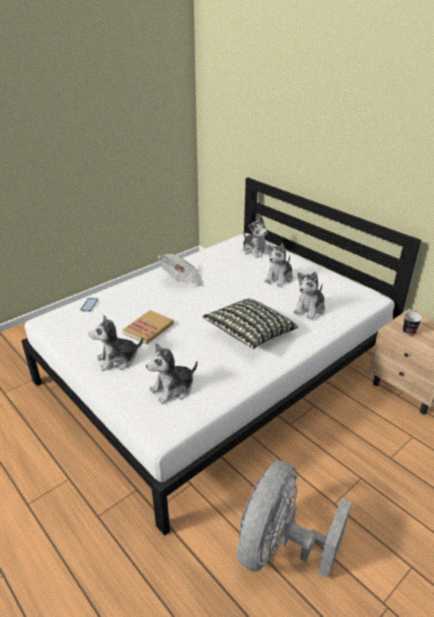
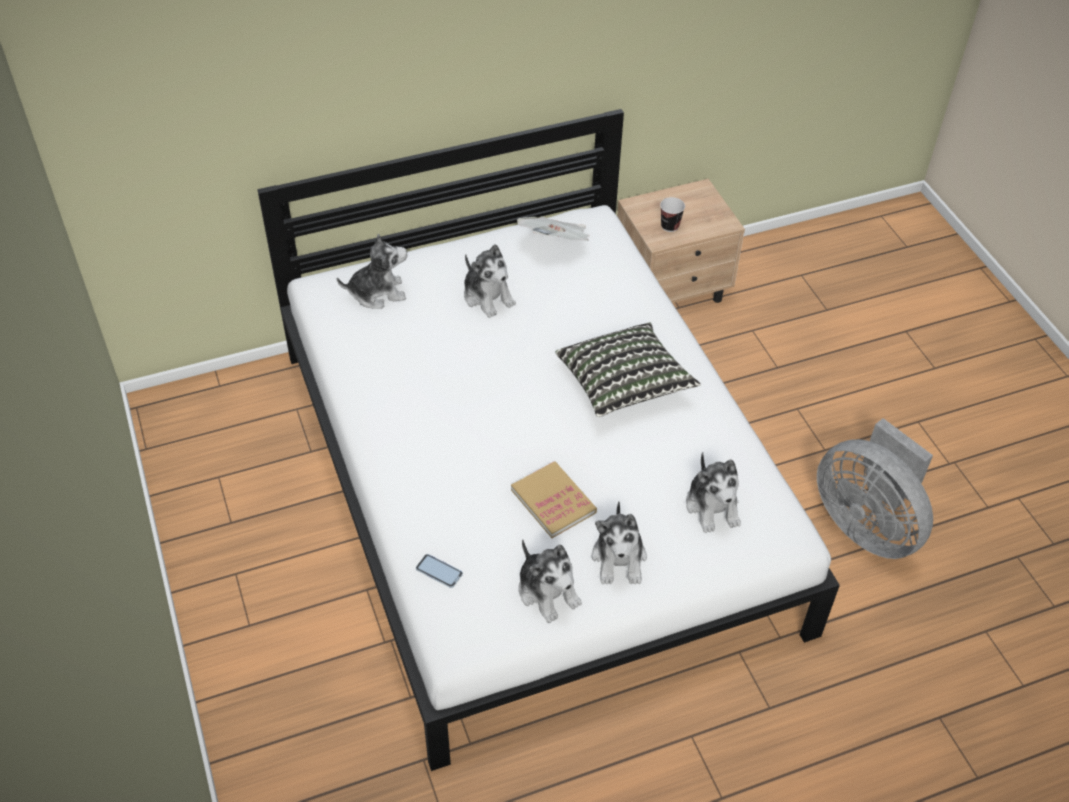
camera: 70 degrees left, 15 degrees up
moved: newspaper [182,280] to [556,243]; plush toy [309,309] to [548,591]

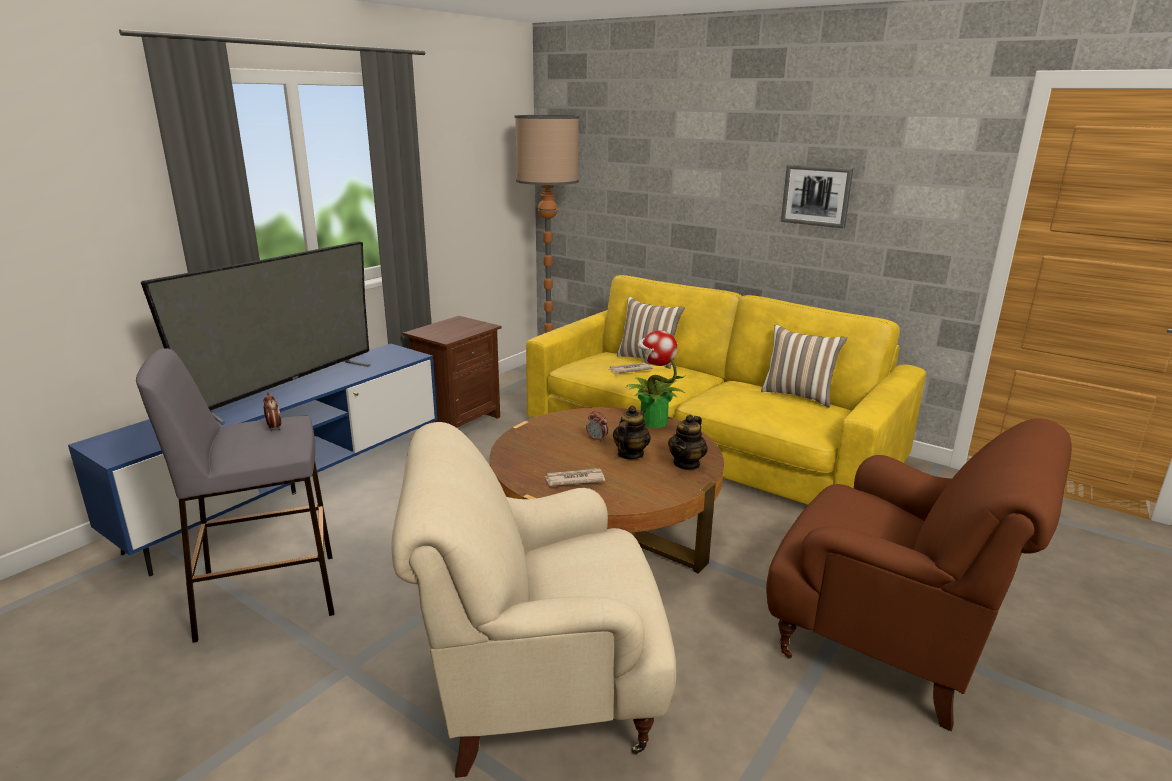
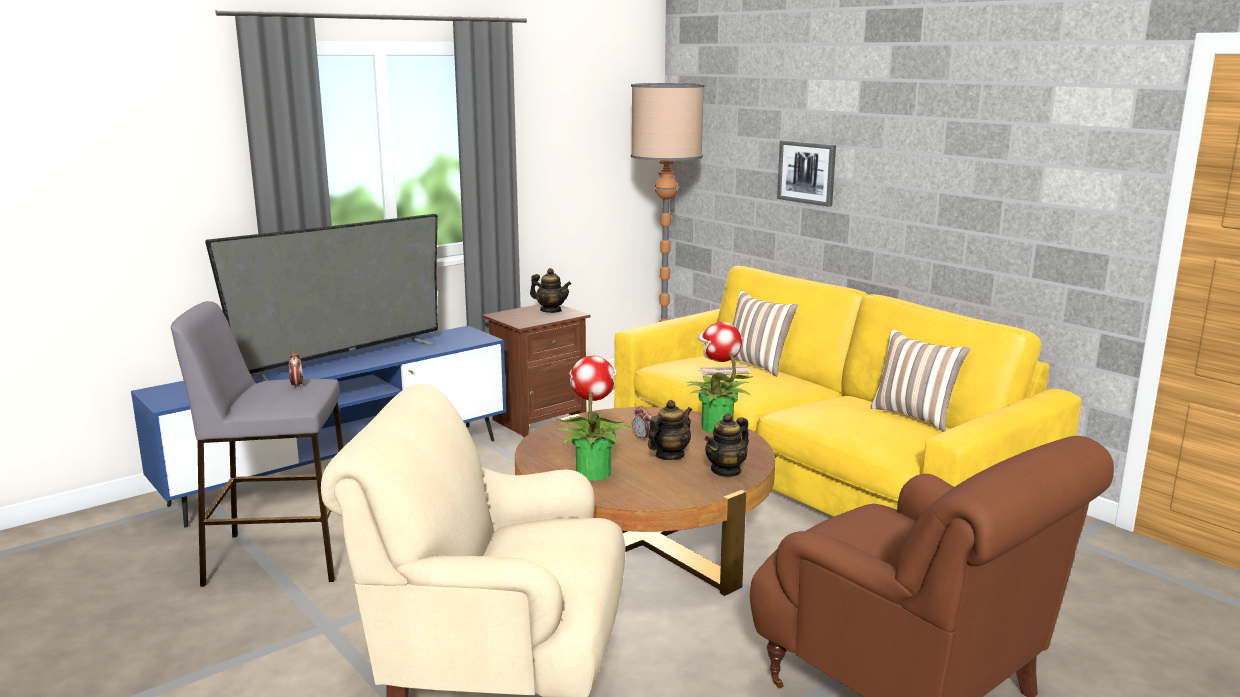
camera: 15 degrees right, 5 degrees down
added: teapot [551,311]
moved: picture [816,195] to [807,172]
replaced: newspaper [574,479] to potted plant [593,472]

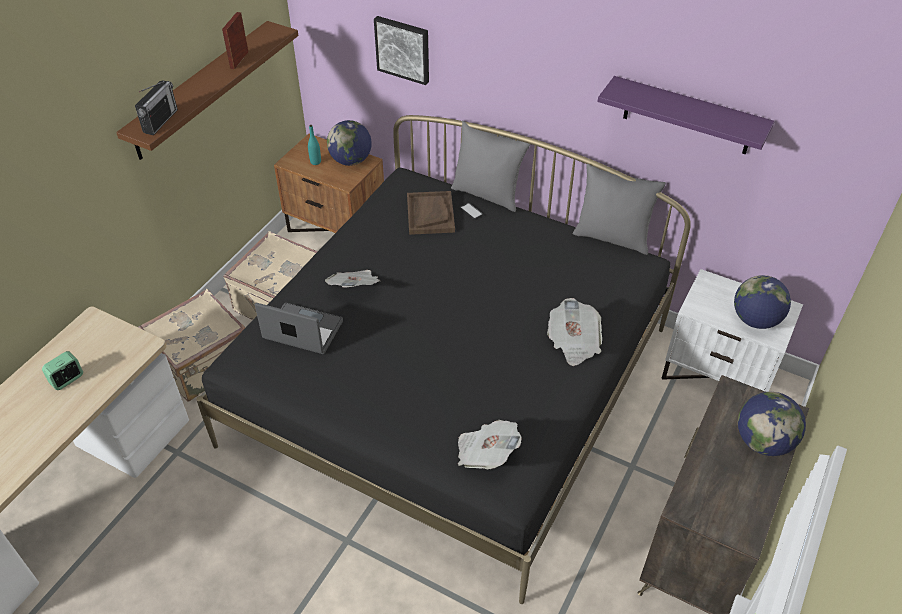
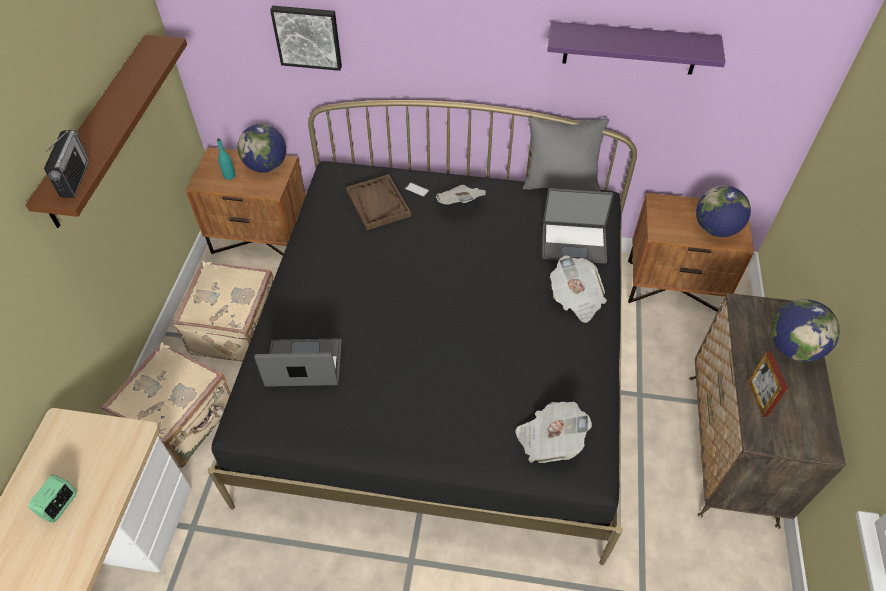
camera: 20 degrees left, 5 degrees up
removed: grey pillow [487,194]
added: laptop [574,242]
moved: picture frame [239,60] to [757,398]; newspaper [355,288] to [460,204]
recoloured: white nightstand [718,375] to brown nightstand [674,285]

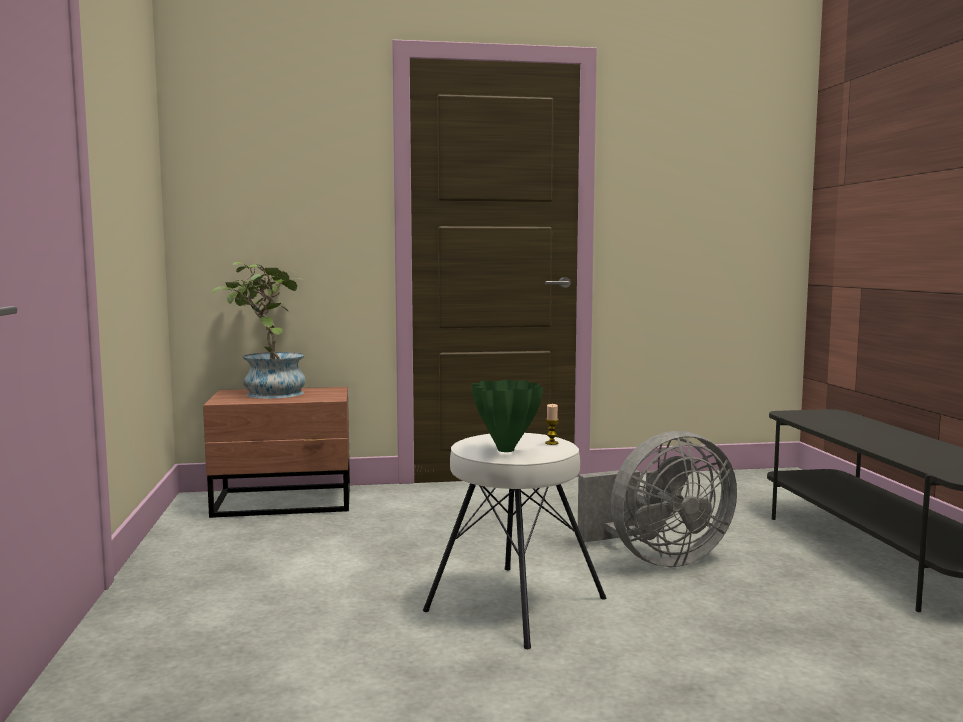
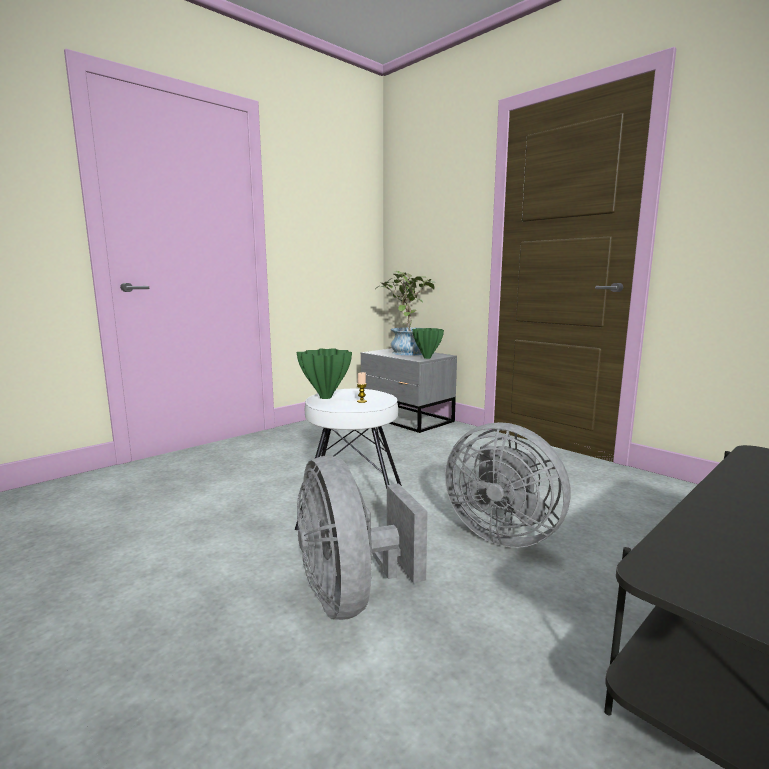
camera: 55 degrees right, 5 degrees up
added: grey fan [351,595]; green vase [427,358]
recoloured: brown nightstand [285,502] to grey nightstand [407,419]

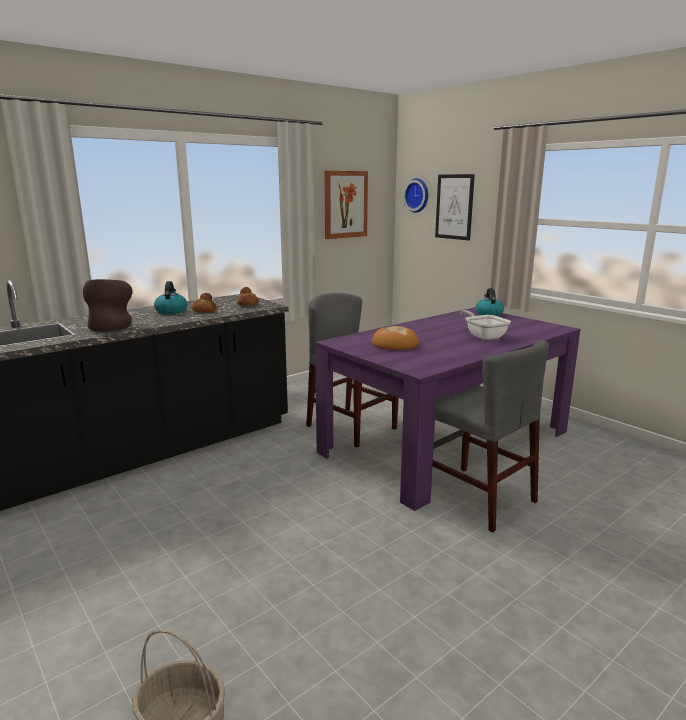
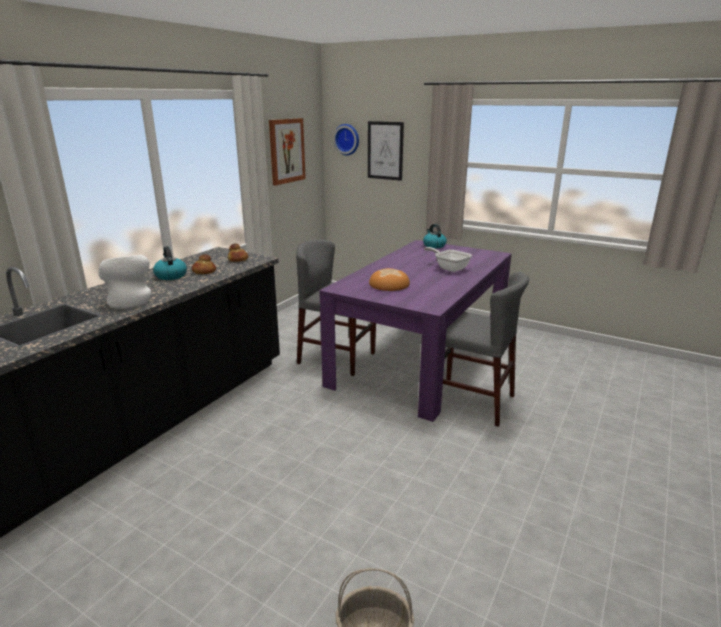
camera: 20 degrees left, 5 degrees up
recoloured: brown vase [111,326] to white vase [129,301]

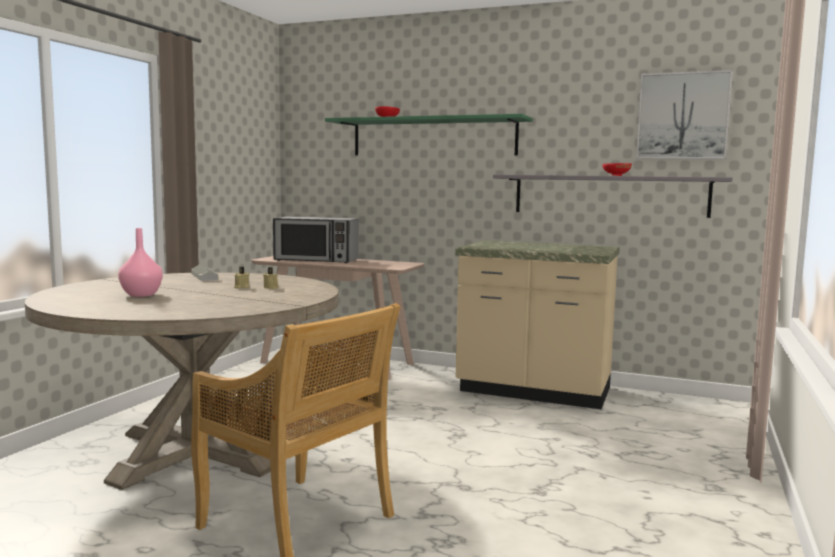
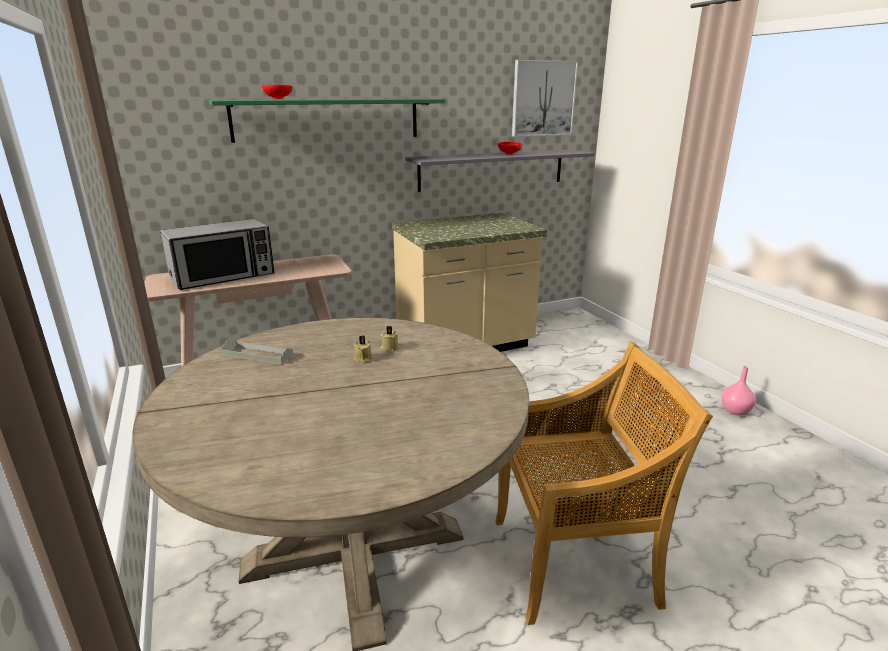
camera: 45 degrees left, 15 degrees up
moved: pink vase [140,295] to [736,411]

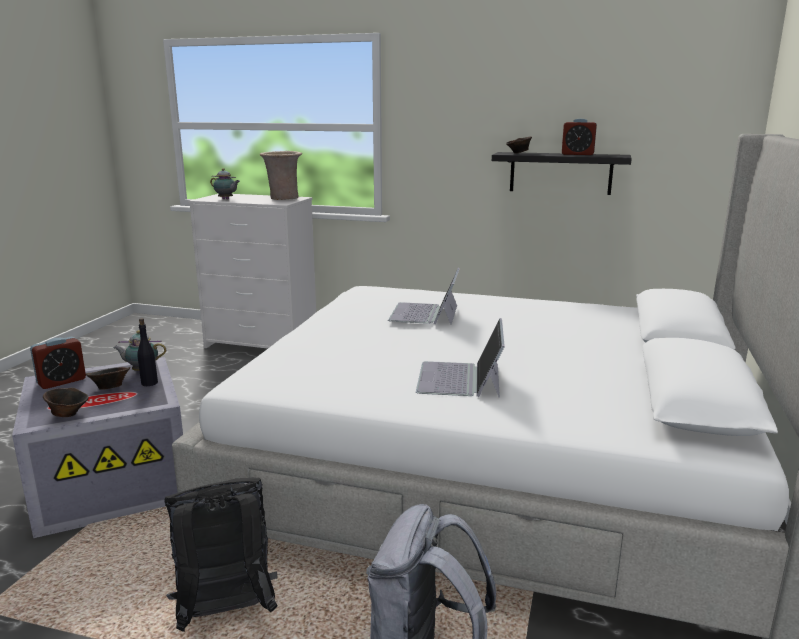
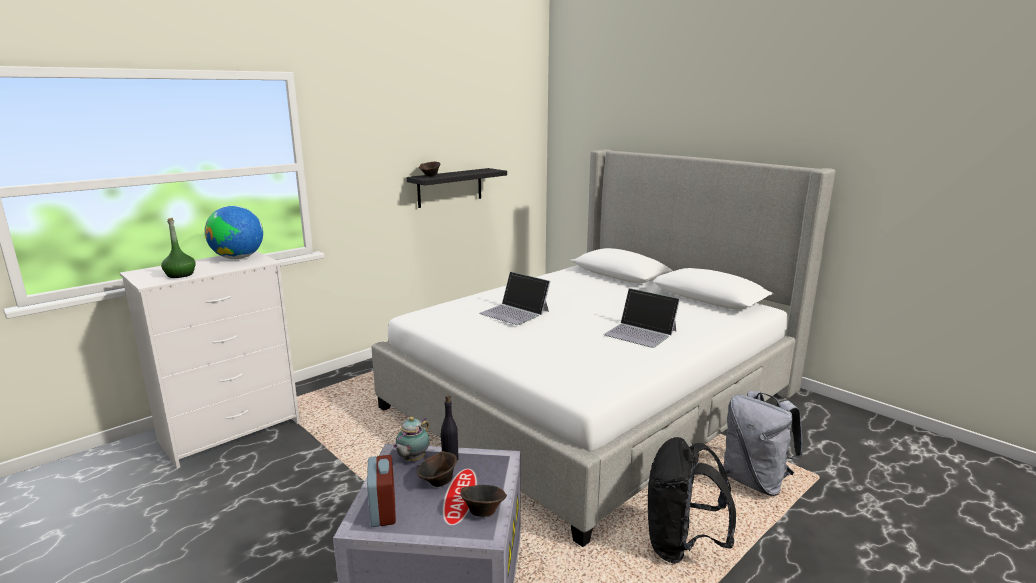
camera: 60 degrees left, 0 degrees up
removed: alarm clock [577,154]
replaced: teapot [226,199] to green bottle [180,275]; beige vase [283,198] to globe [238,258]

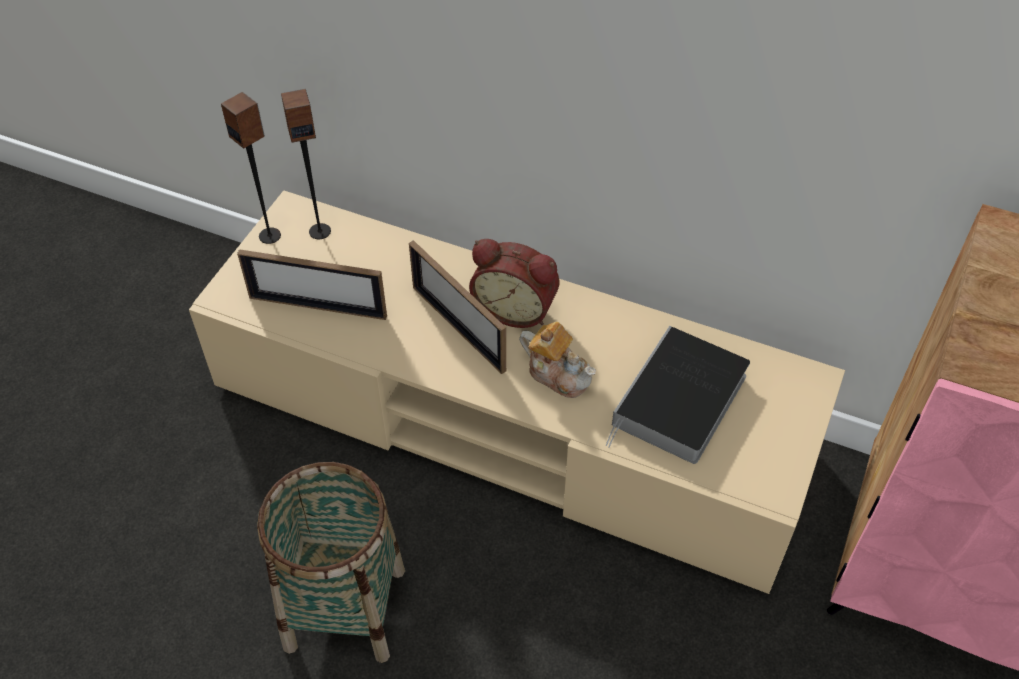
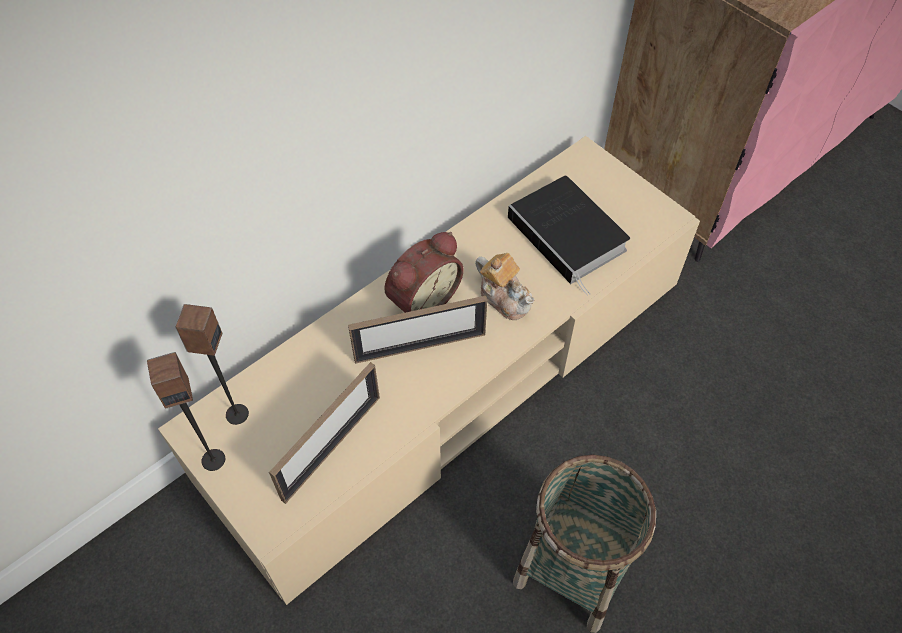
camera: 65 degrees left, 5 degrees up
turned: teapot [558,374] = [504,297] 75 degrees clockwise

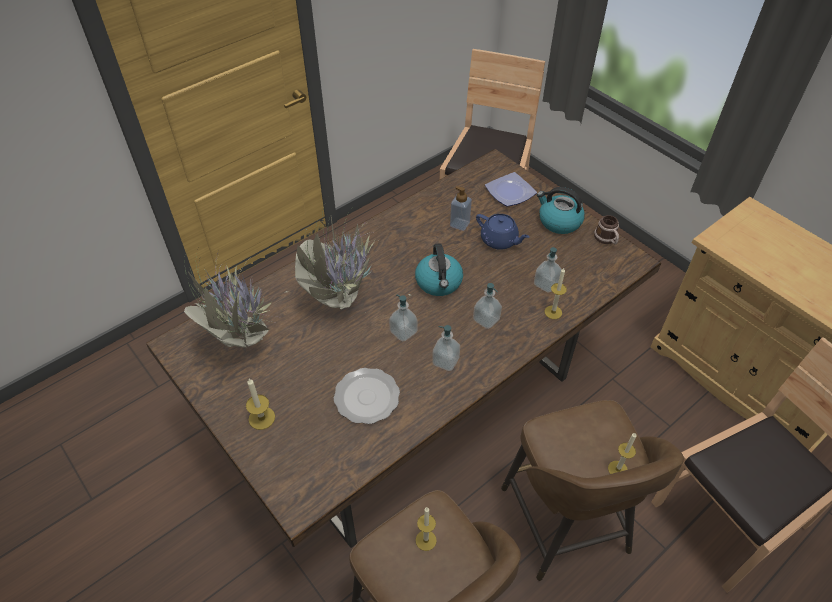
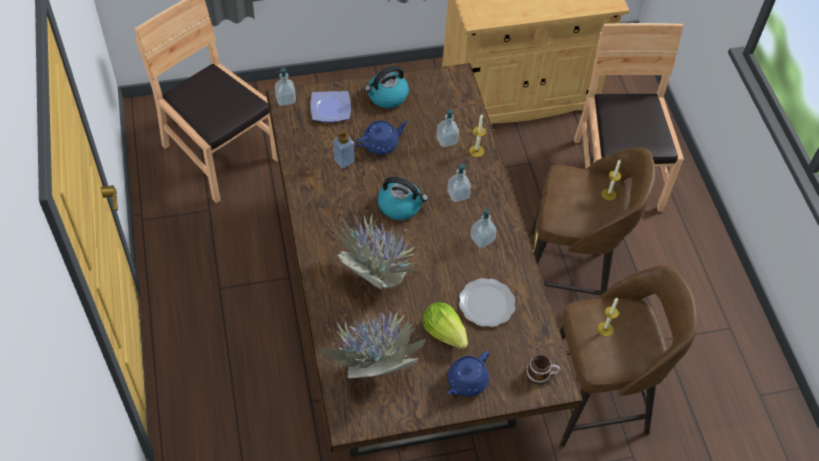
camera: 65 degrees left, 5 degrees up
added: lettuce [445,332]
moved: soap dispenser [403,332] to [285,99]; mug [607,239] to [542,374]
replaced: candle [261,418] to blue teapot [466,382]

